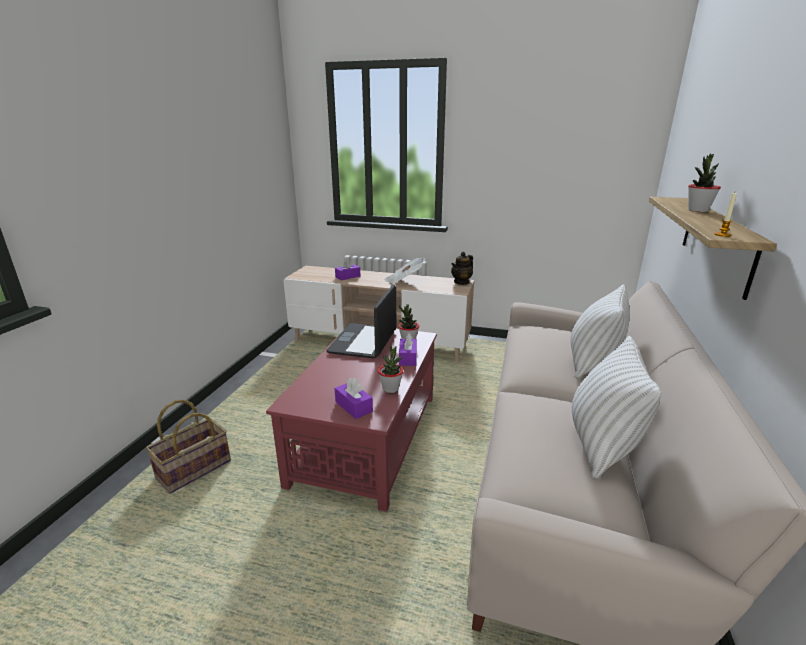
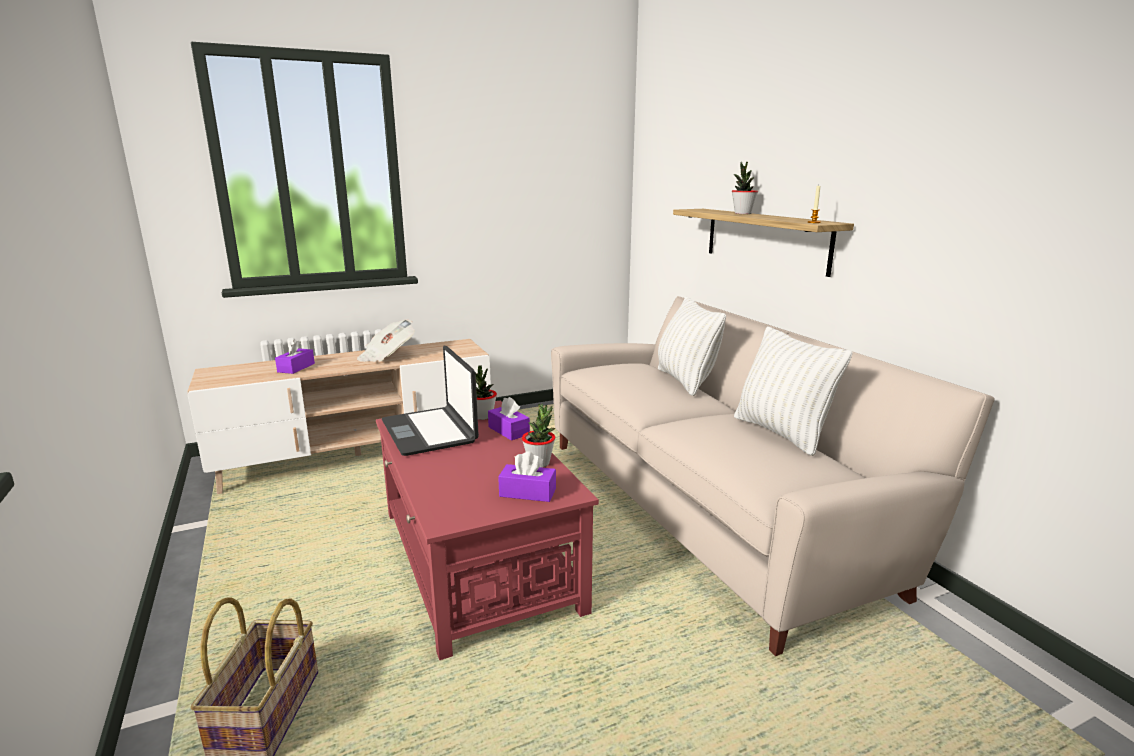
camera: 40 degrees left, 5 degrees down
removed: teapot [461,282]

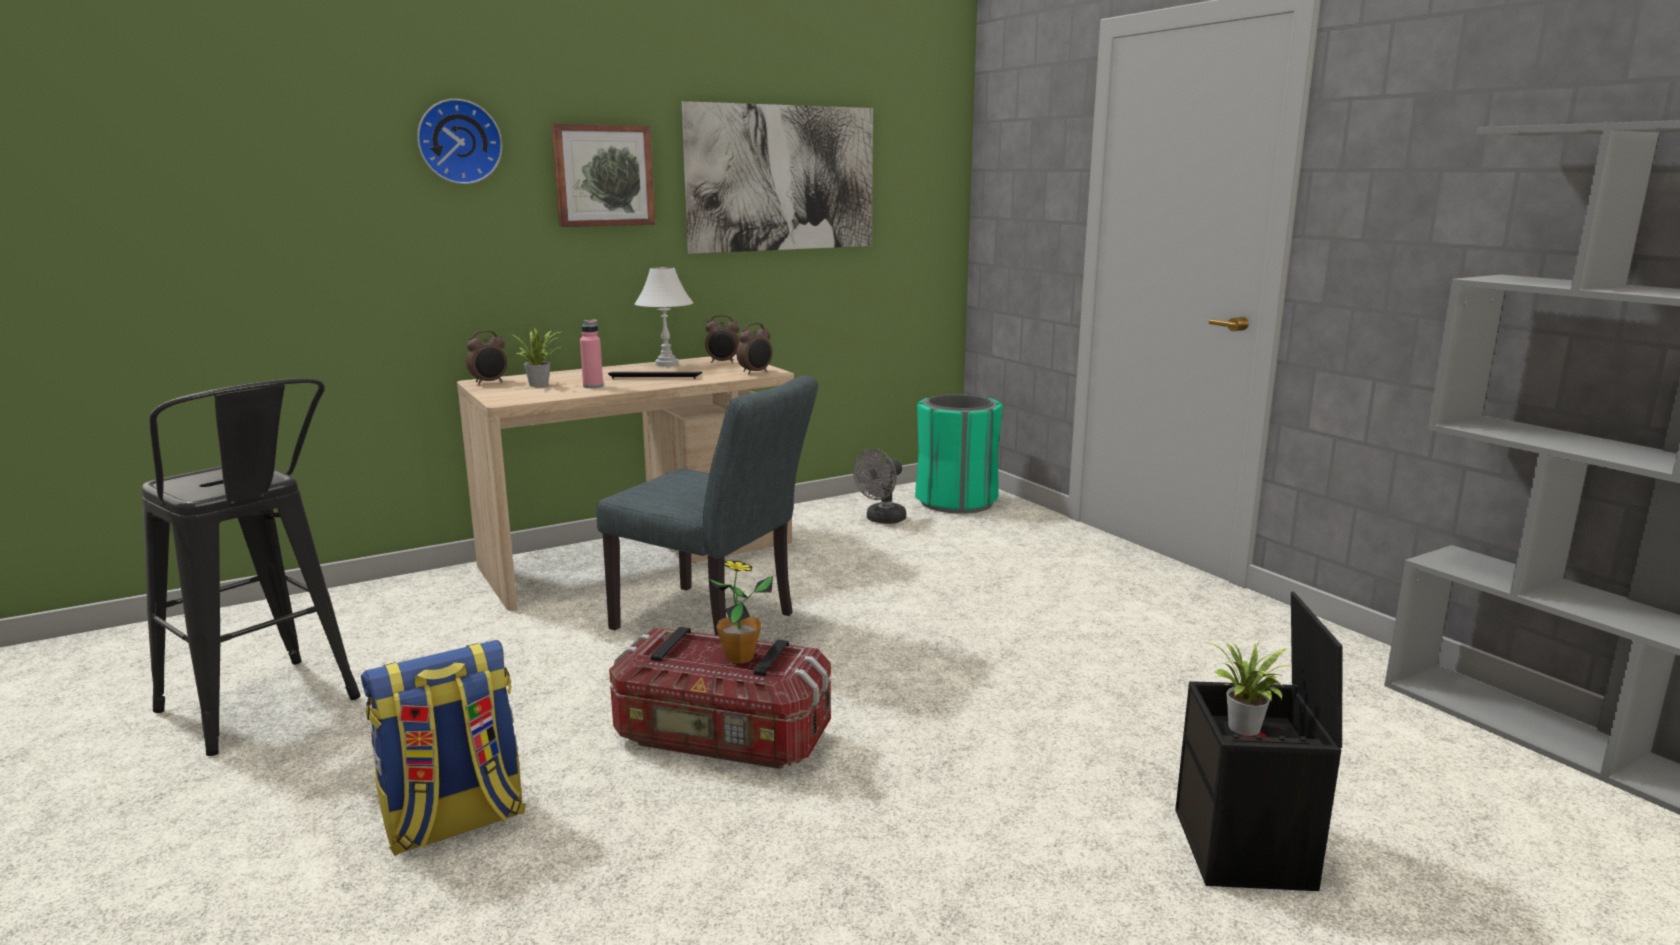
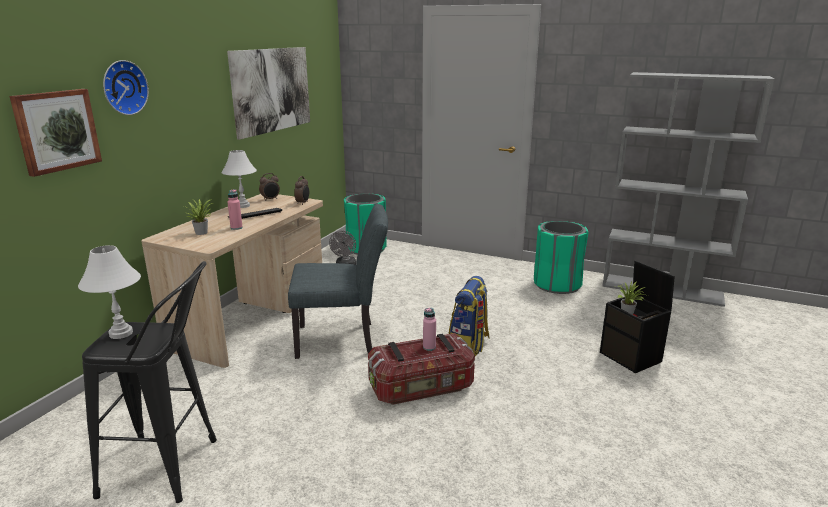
camera: 35 degrees left, 5 degrees up
removed: alarm clock [489,382]
added: white table lamp [120,333]; green trash can [557,284]
moved: backpack [454,823] to [469,346]; picture [603,175] to [56,130]
replaced: potted plant [739,657] to pink bottle [429,347]

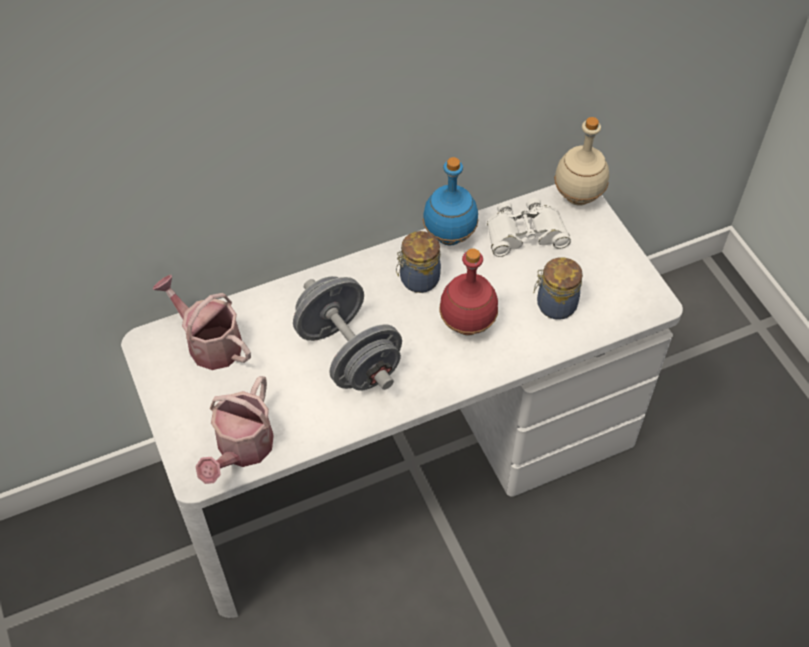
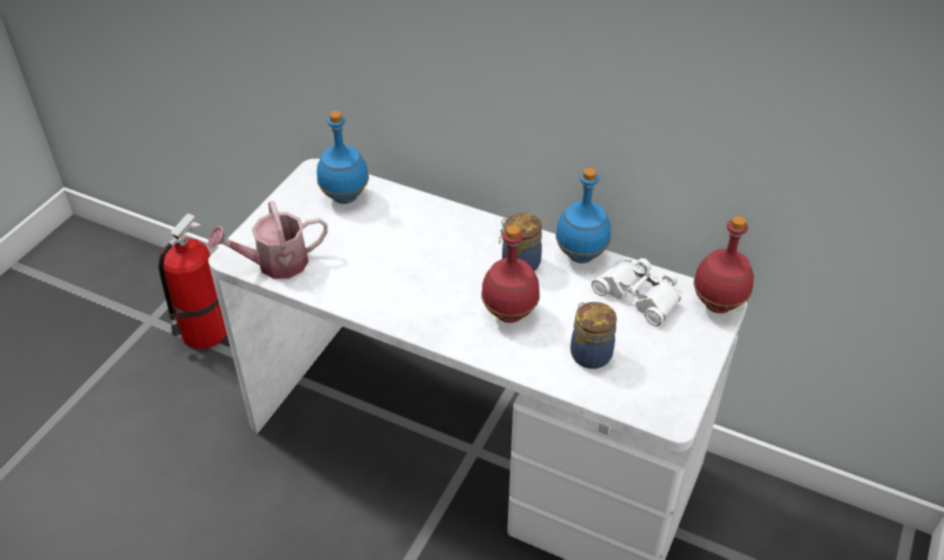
camera: 50 degrees right, 10 degrees down
removed: grey dumbbell [348,354]
added: fire extinguisher [203,333]
replaced: watering can [209,343] to blue bottle [345,197]
recoloured: beige bottle [577,197] to red bottle [717,304]

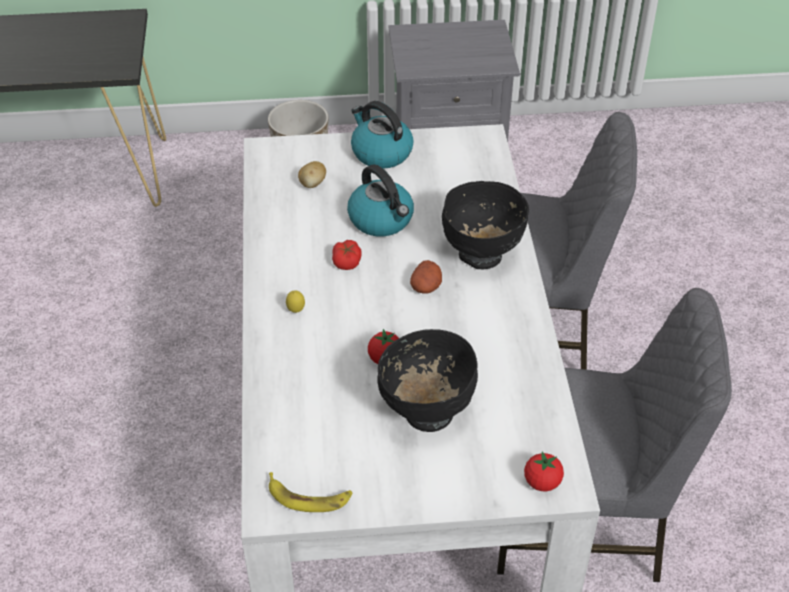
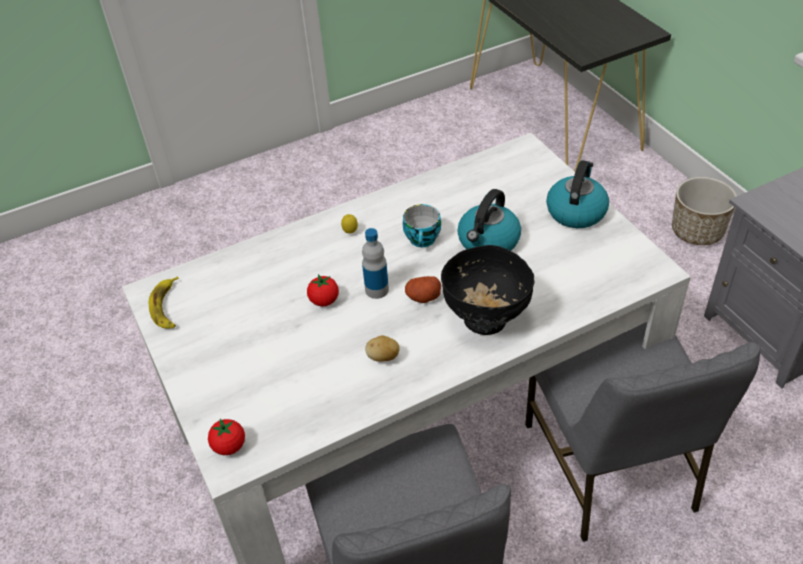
camera: 70 degrees right, 0 degrees up
removed: black bowl [427,412]
added: bottle [377,290]
moved: potato [312,184] to [383,357]
replaced: tomato [347,261] to cup [423,240]

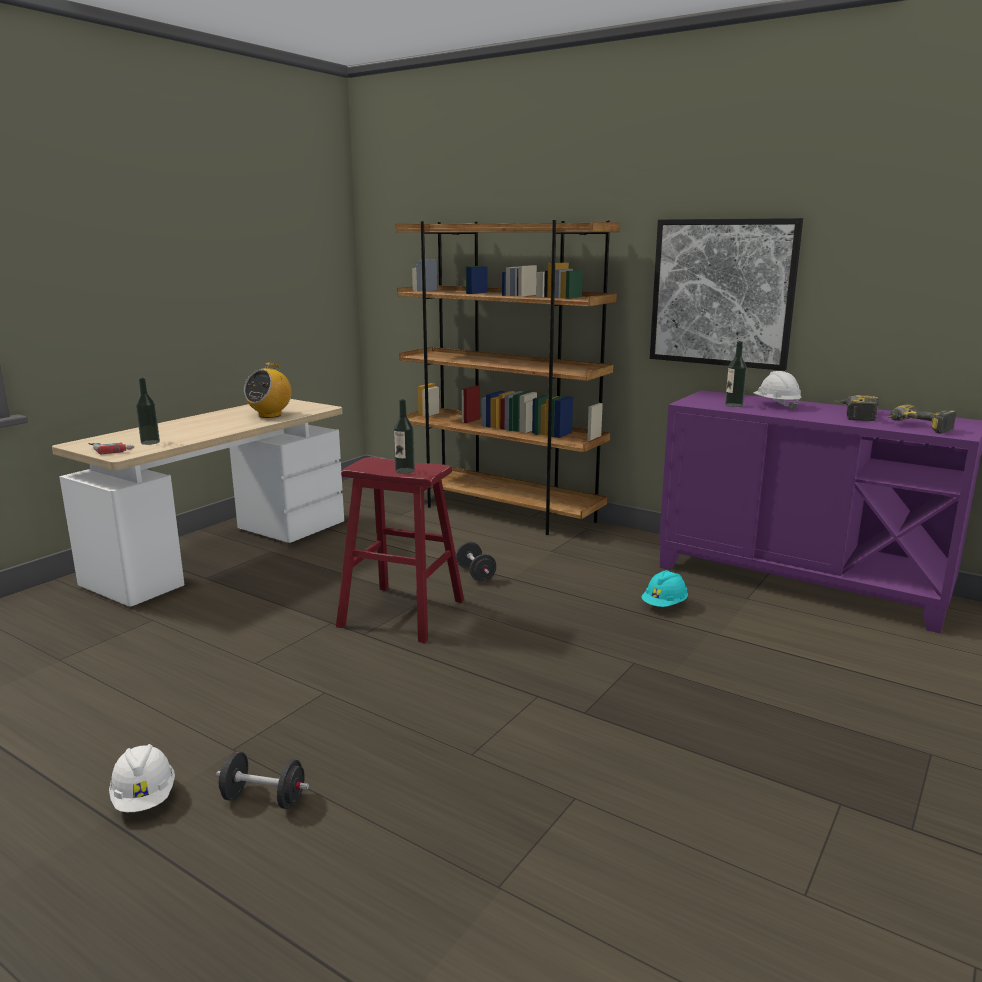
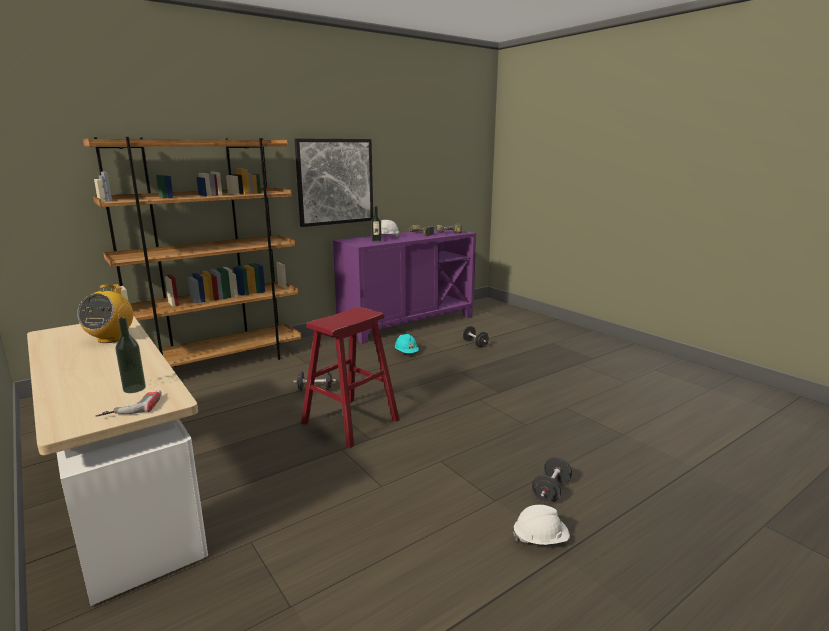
camera: 70 degrees left, 0 degrees up
removed: bottle [404,470]
added: black dumbbell [475,344]
turned: radio [270,415] = [110,339] 45 degrees clockwise

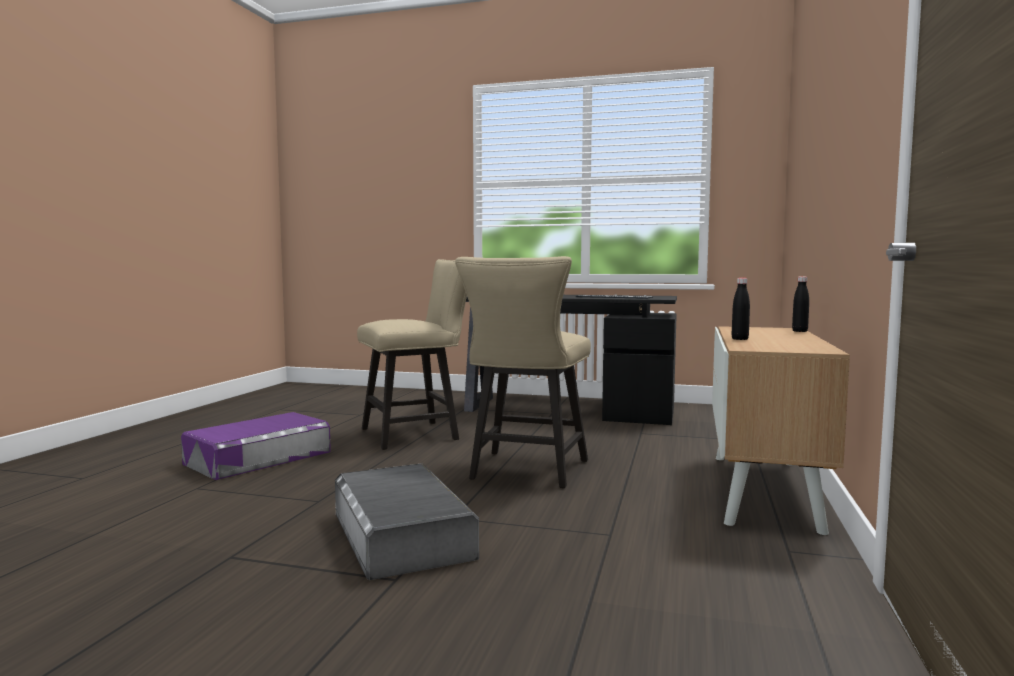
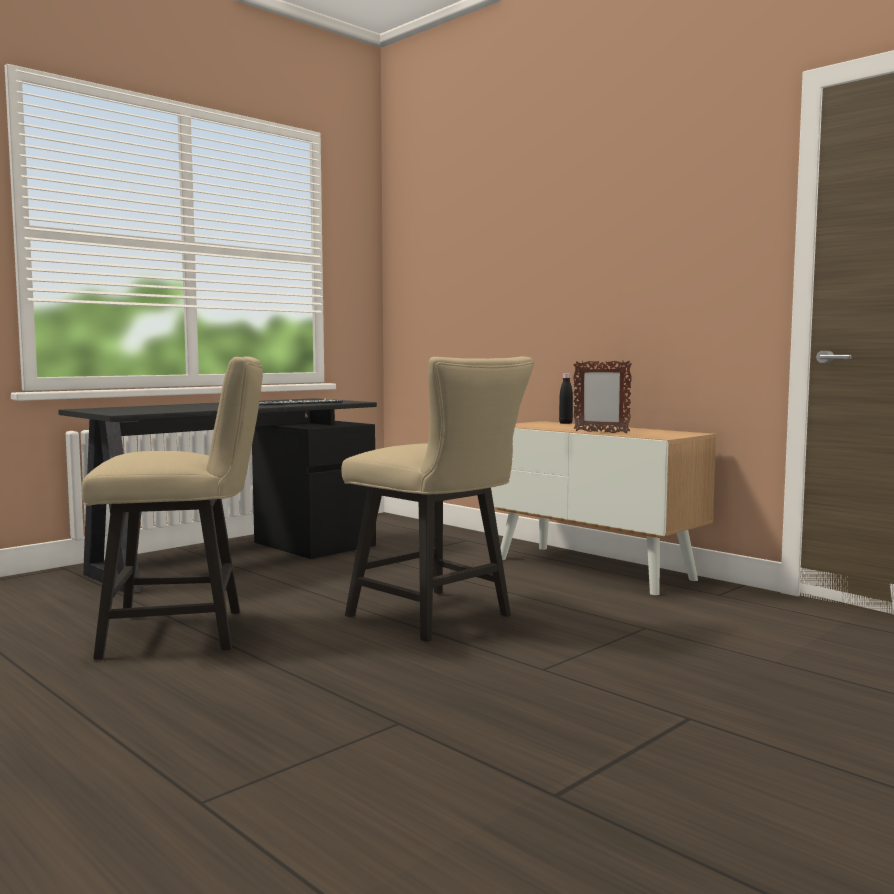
camera: 60 degrees left, 0 degrees up
removed: purple storage box [258,458]; grey storage box [402,535]
replaced: black bottle [740,339] to picture frame [601,432]
turned: beige chair [417,434] = [186,632] 75 degrees clockwise

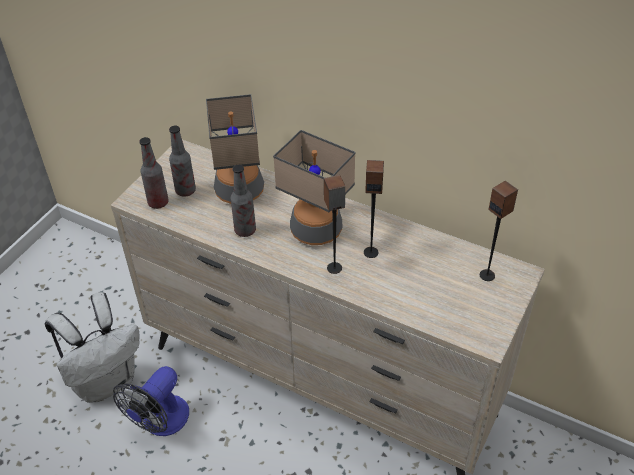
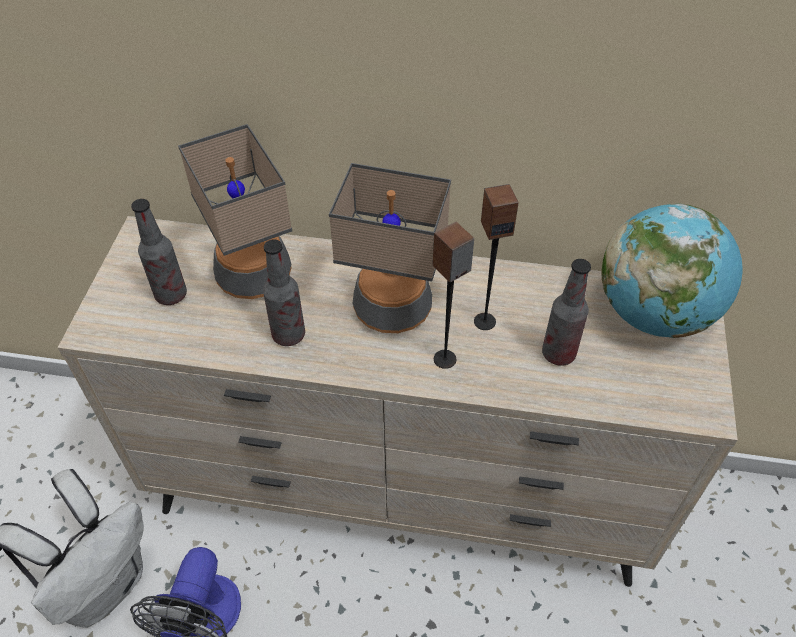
camera: 20 degrees left, 5 degrees up
moved: bottle [158,202] to [558,353]
replaced: speaker [487,275] to globe [654,313]

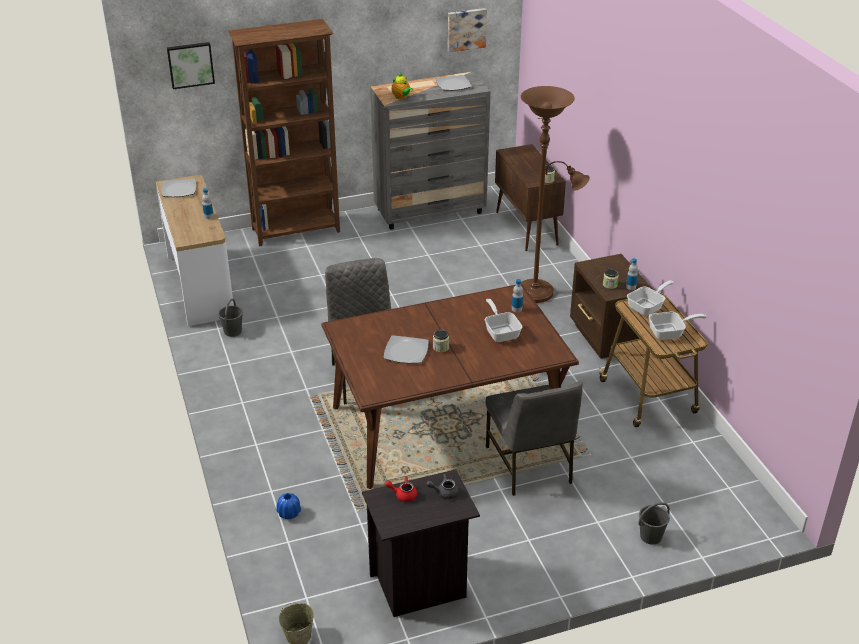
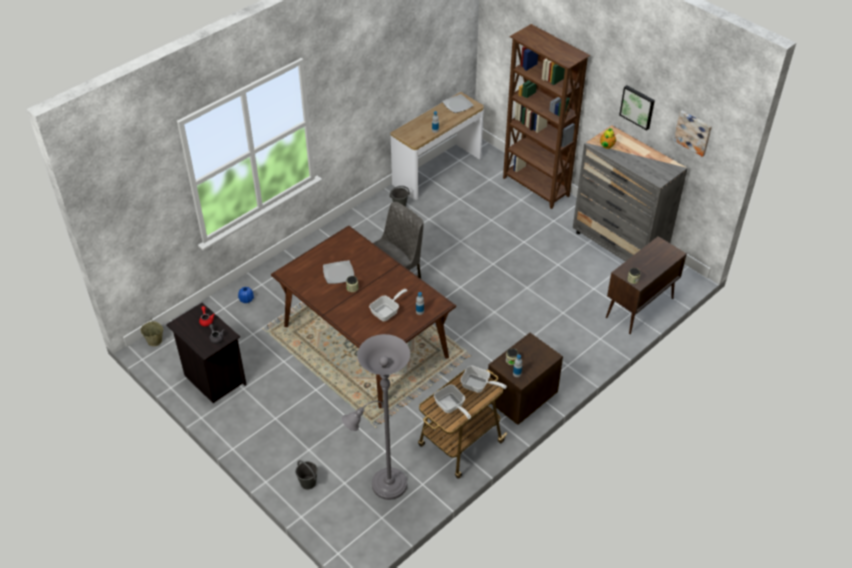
camera: 65 degrees right, 10 degrees up
removed: plate [453,85]; grey chair [530,466]; brown floor lamp [540,292]
added: grey floor lamp [384,486]
moved: picture [190,64] to [638,106]

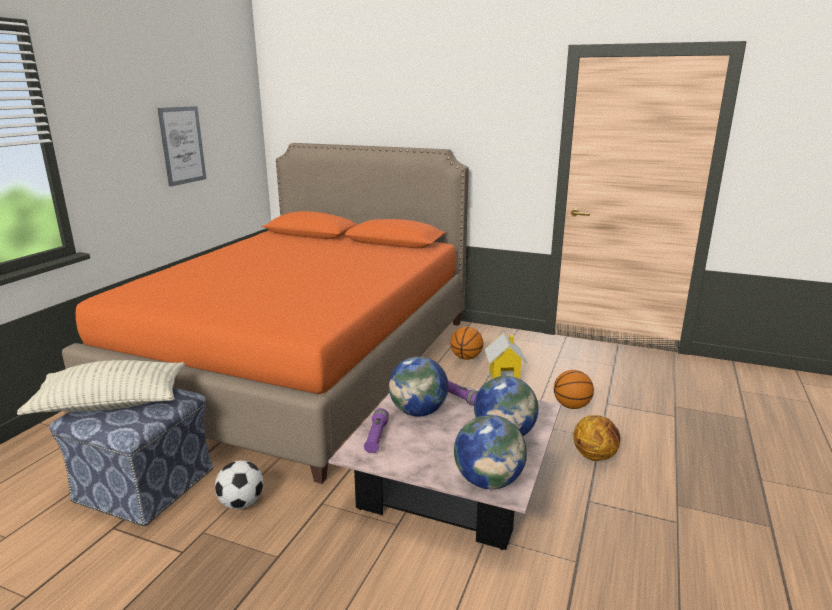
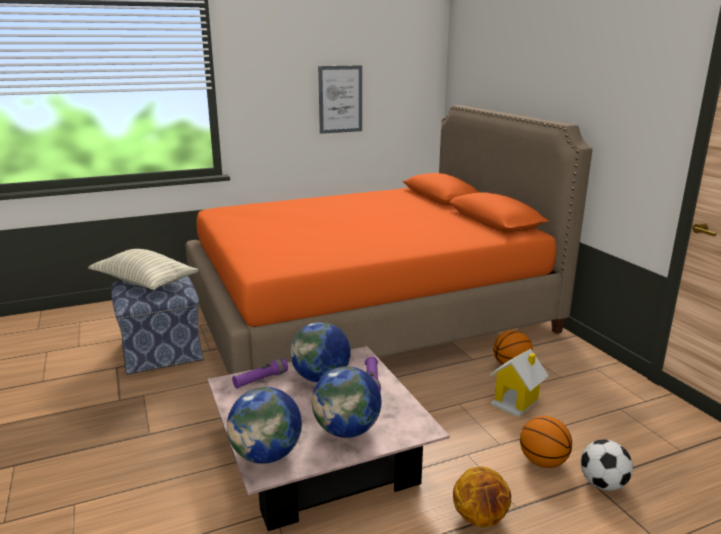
camera: 45 degrees right, 0 degrees up
moved: football [241,503] to [602,484]

